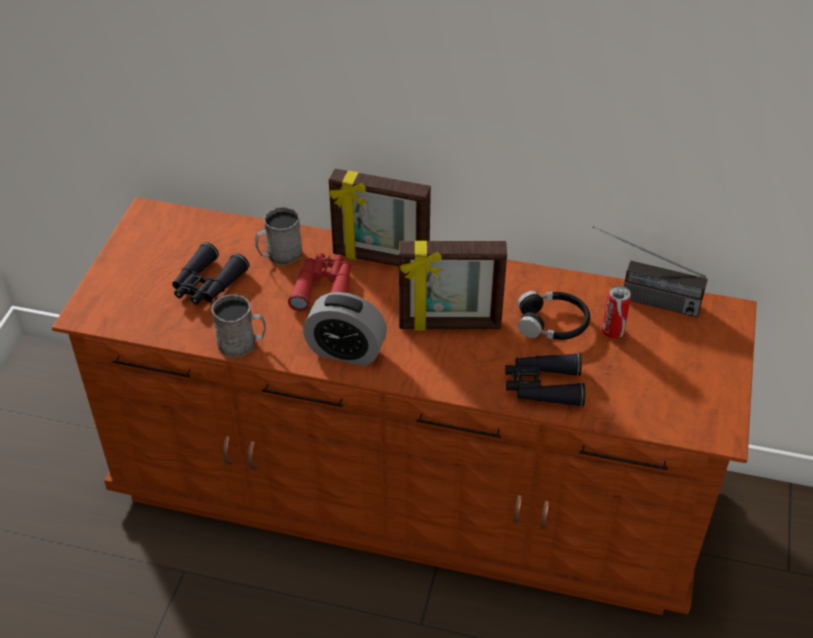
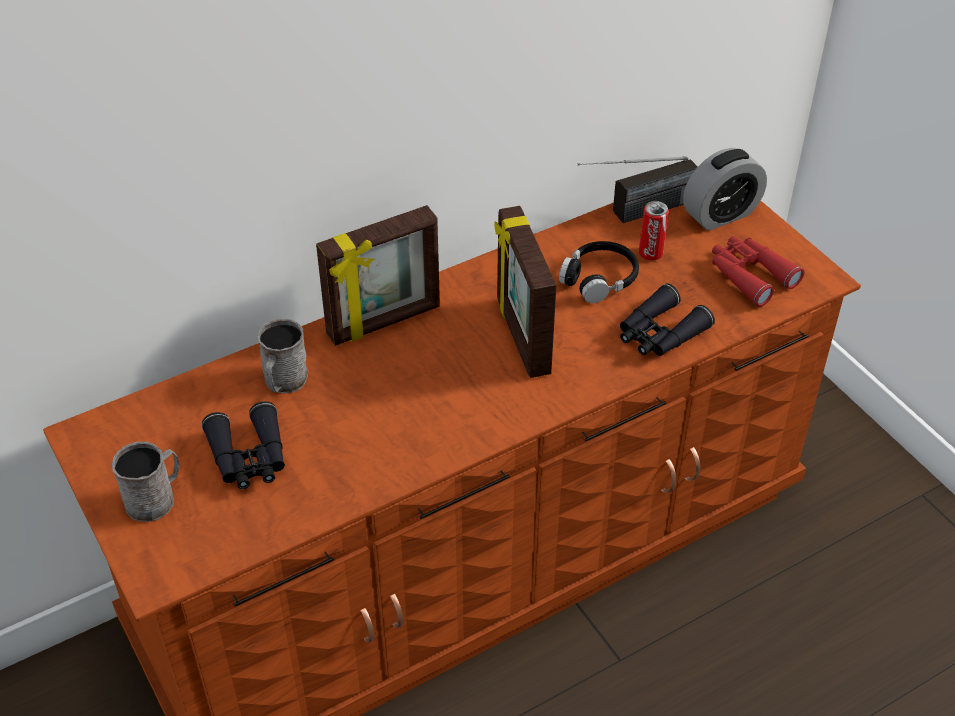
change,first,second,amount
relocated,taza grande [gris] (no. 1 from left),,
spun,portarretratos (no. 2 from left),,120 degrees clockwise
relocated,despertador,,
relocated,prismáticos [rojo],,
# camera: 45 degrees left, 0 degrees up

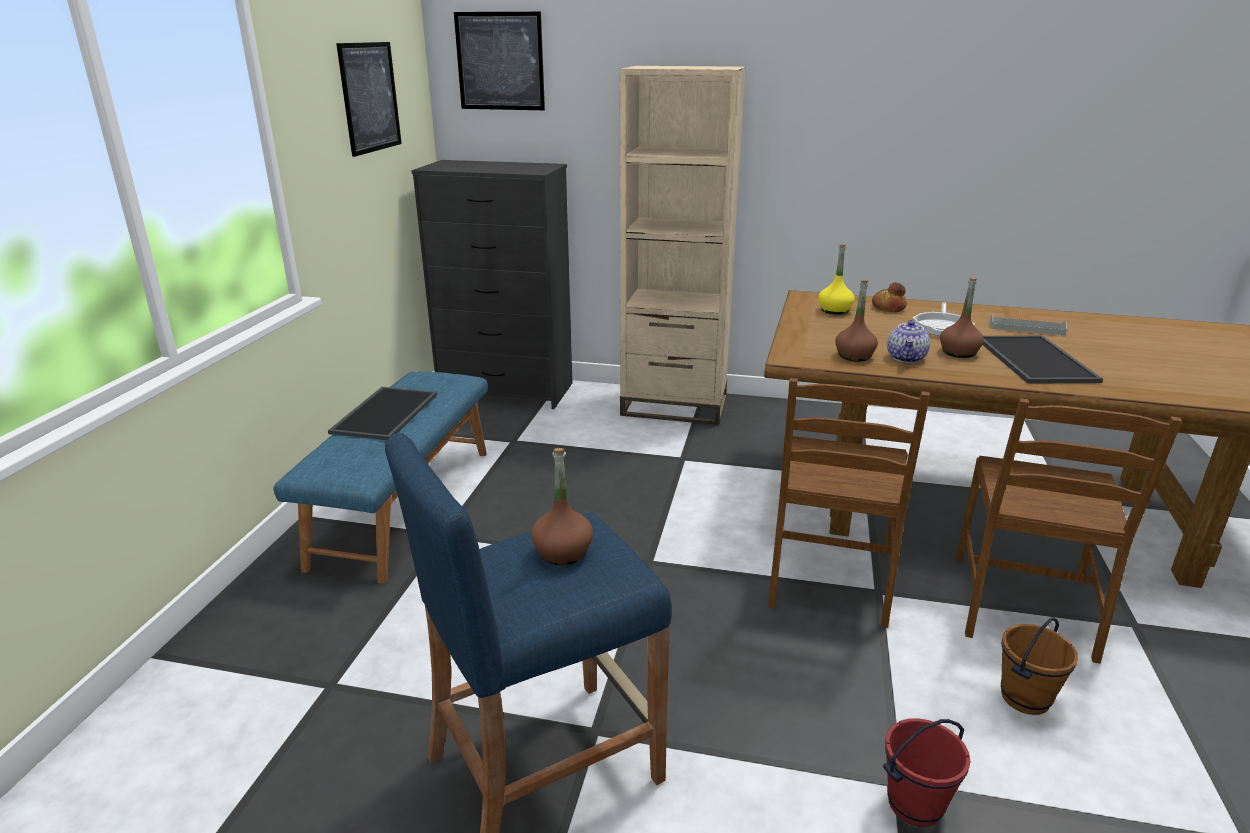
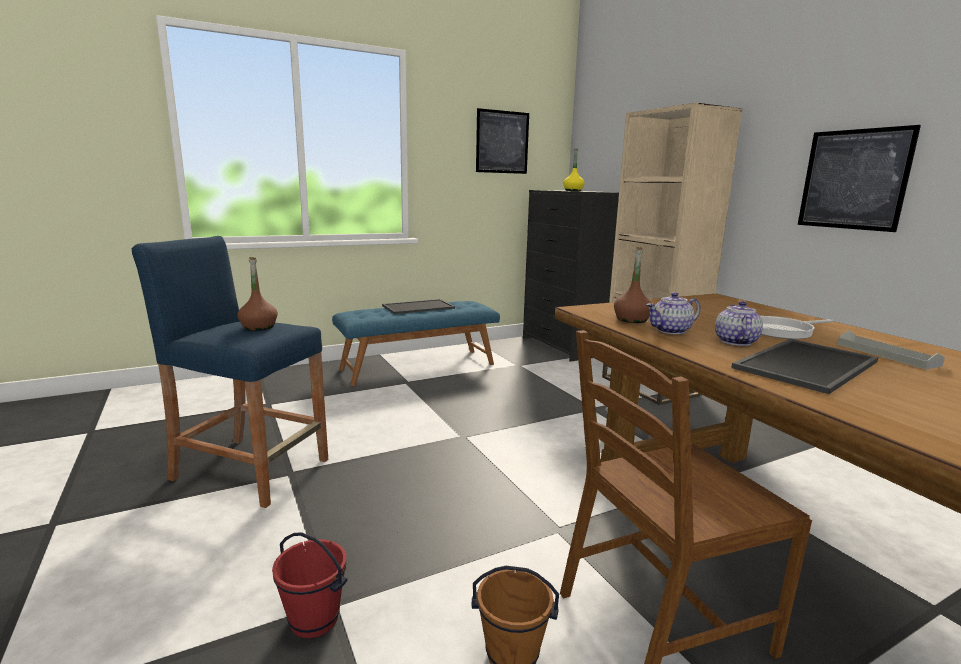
change,first,second,amount
relocated,botella [amarillo],,
exchanged,botella [marrón] (no. 3 from left),tetera (no. 2 from left),
relocated,cuadro (no. 2 from left),,
missing,silla [marrón] (no. 1 from left),,
missing,pan,,
# camera: 50 degrees right, 10 degrees down

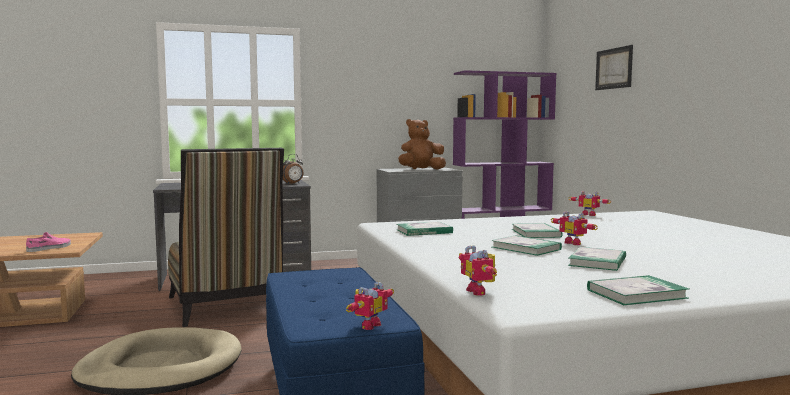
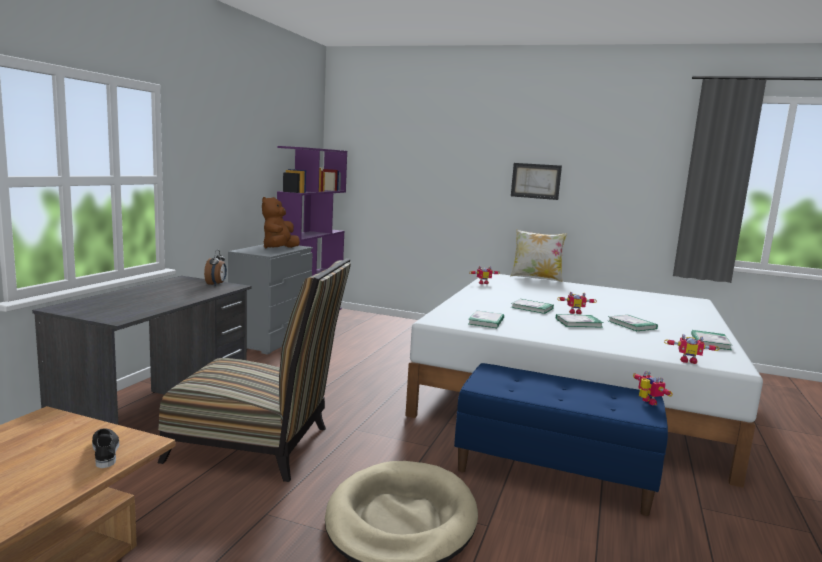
change,first,second,amount
colour,zapato [rosa],zapato [negro],
appeared,,cojín,
relocated,cuadro,,
# camera: 55 degrees left, 5 degrees up

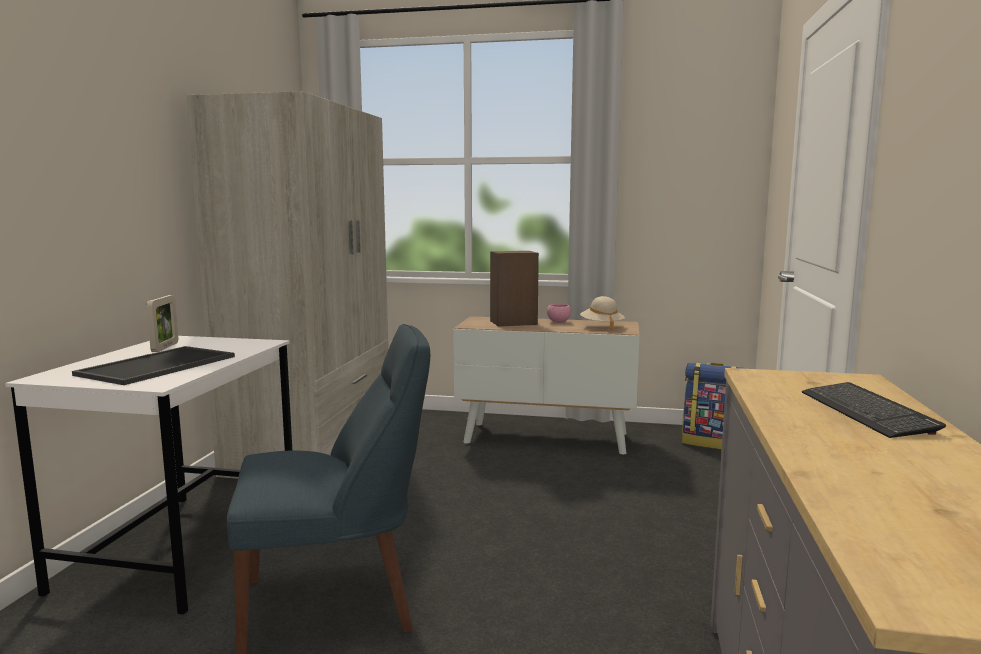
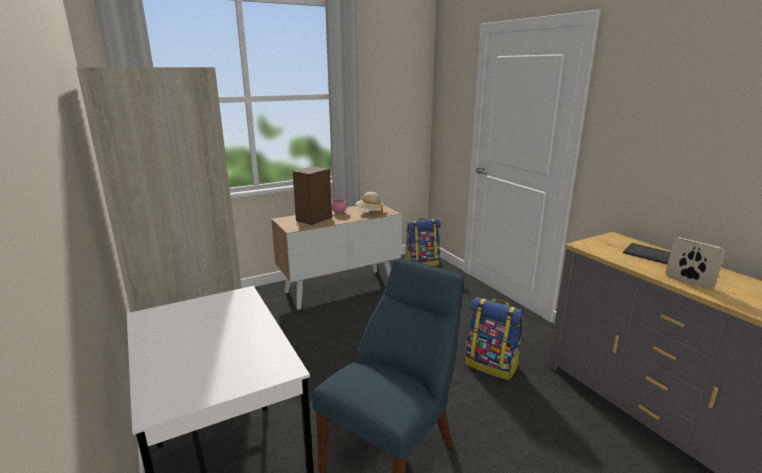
change,first,second,amount
appeared,,mochila (no. 2 from left),
relocated,portarretratos,,
missing,bandeja,,
# camera: 40 degrees left, 10 degrees up

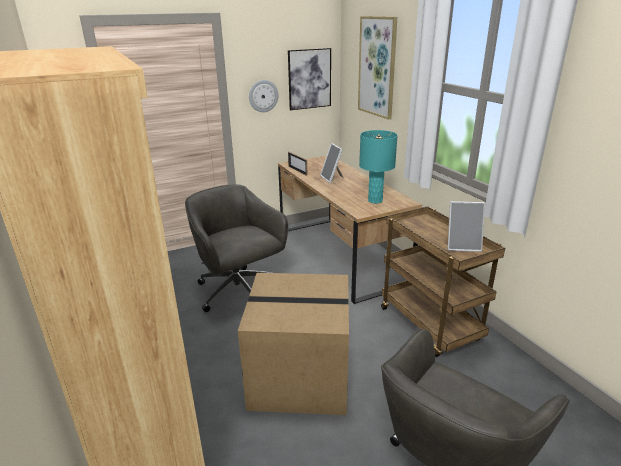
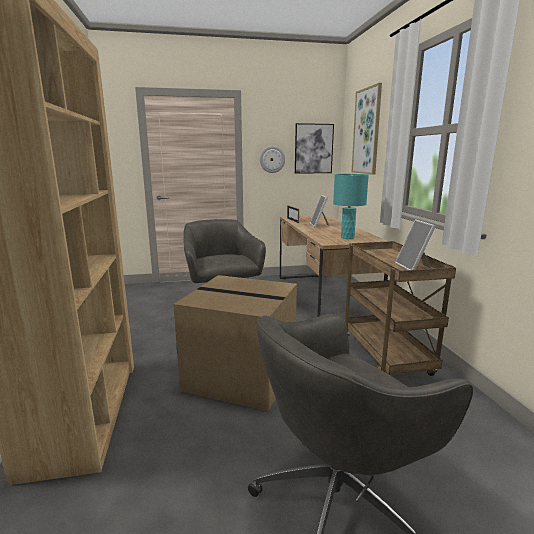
change,first,second,amount
spun,portarretratos (no. 3 from left),,60 degrees clockwise
# camera: 15 degrees right, 10 degrees down

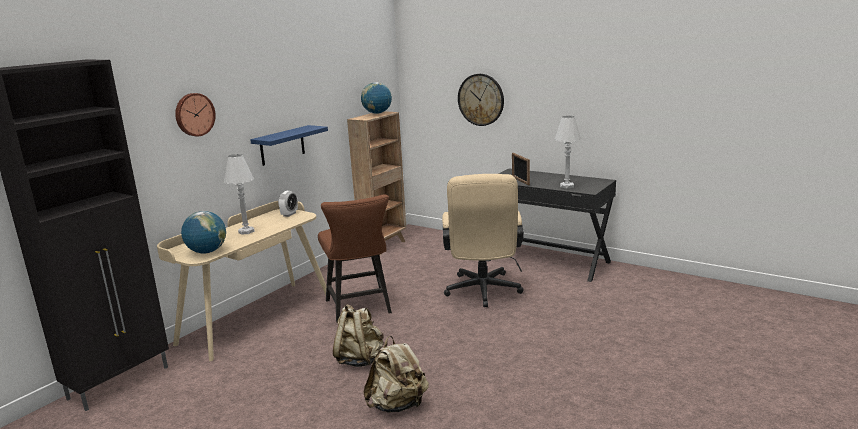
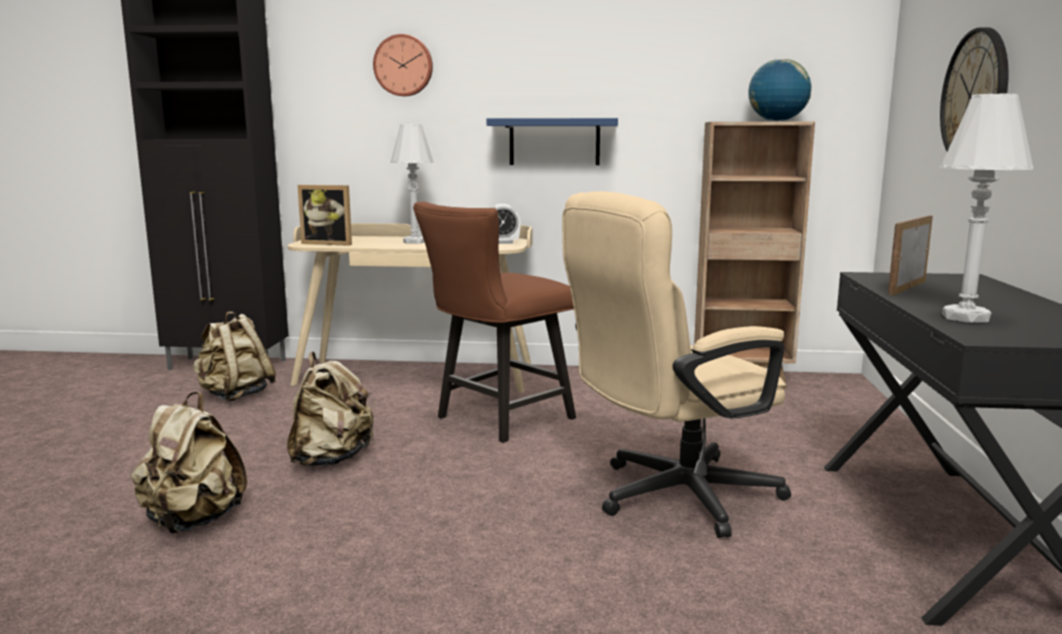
change,first,second,amount
appeared,,mochila [beis] (no. 2 from left),
exchanged,globo terráqueo (no. 1 from left),portarretratos (no. 1 from left),
# camera: 60 degrees right, 5 degrees down

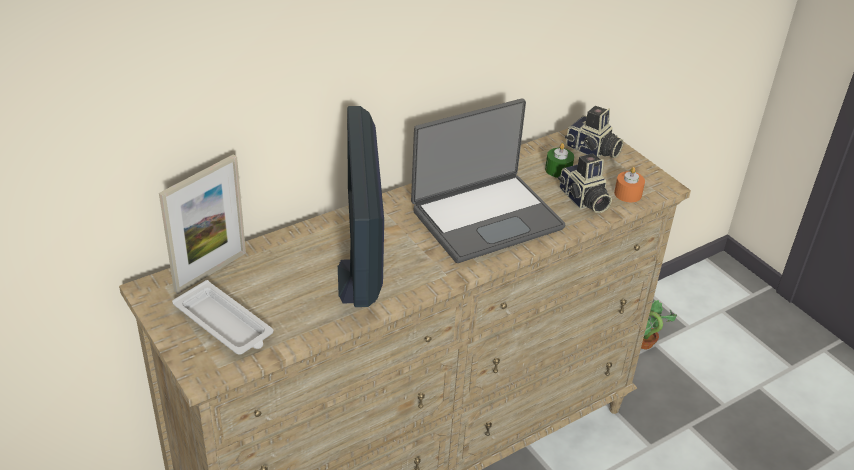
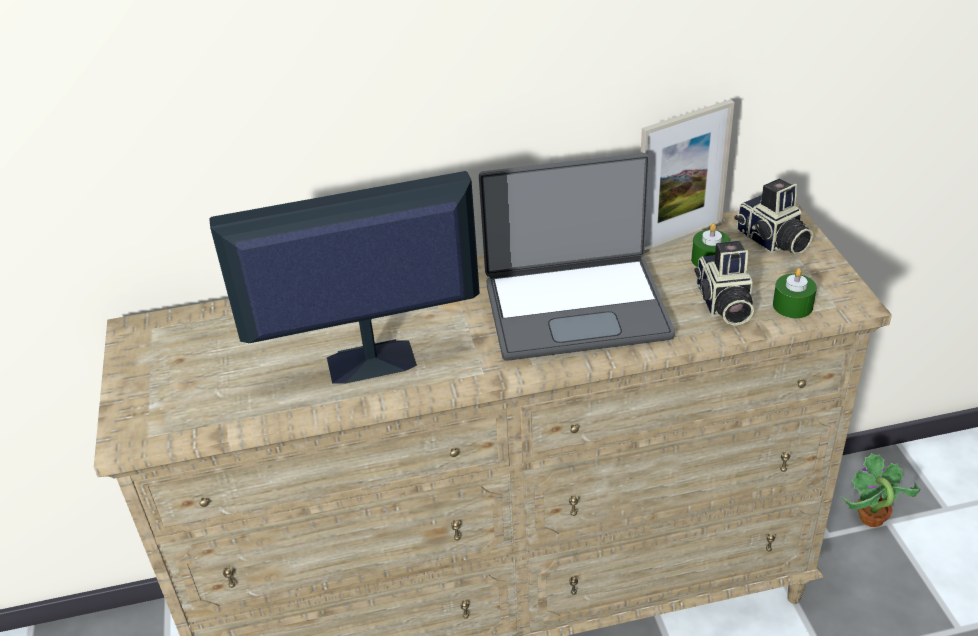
change,first,second,amount
spun,monitor,,60 degrees clockwise
relocated,portarretratos,,
colour,vela [naranja],vela [verde] (no. 2 from left),
missing,bandeja [blanco],,
# camera: 25 degrees right, 0 degrees up

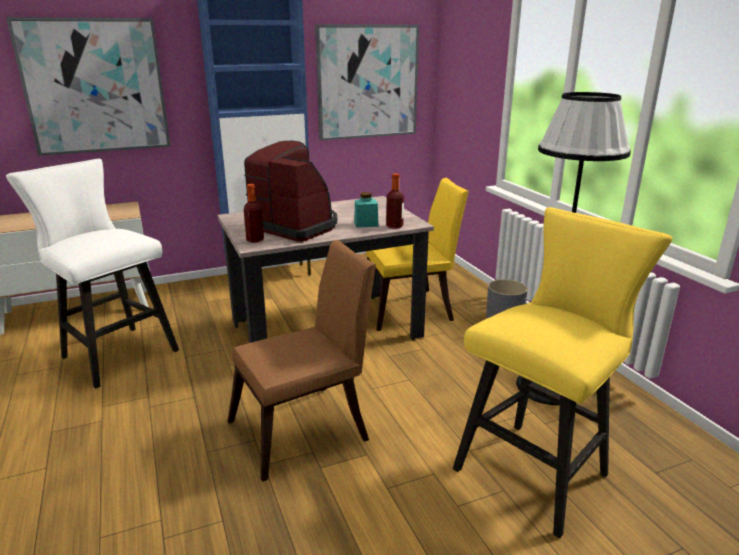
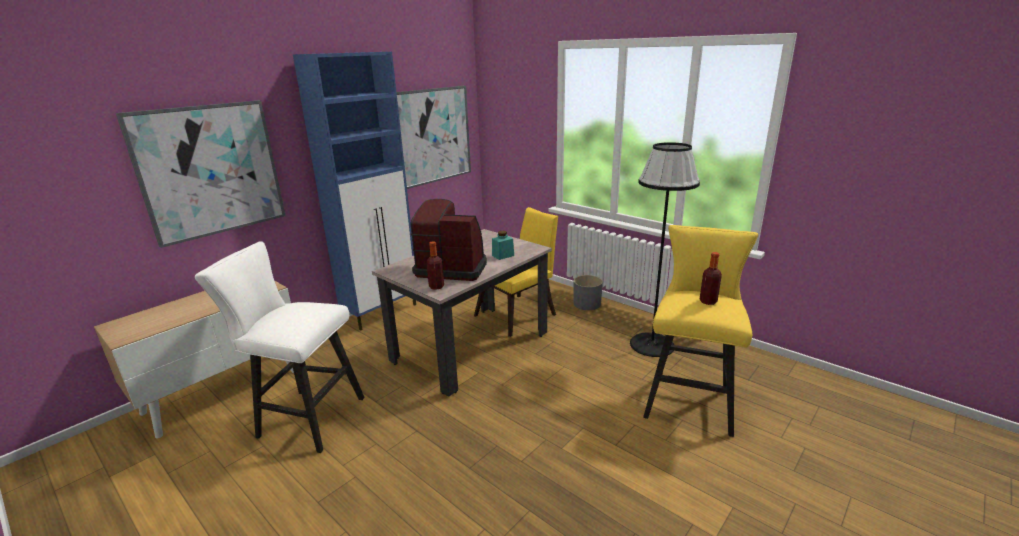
change,first,second,amount
relocated,botella (no. 2 from left),,
missing,silla [marrón],,
# camera: 25 degrees left, 0 degrees up

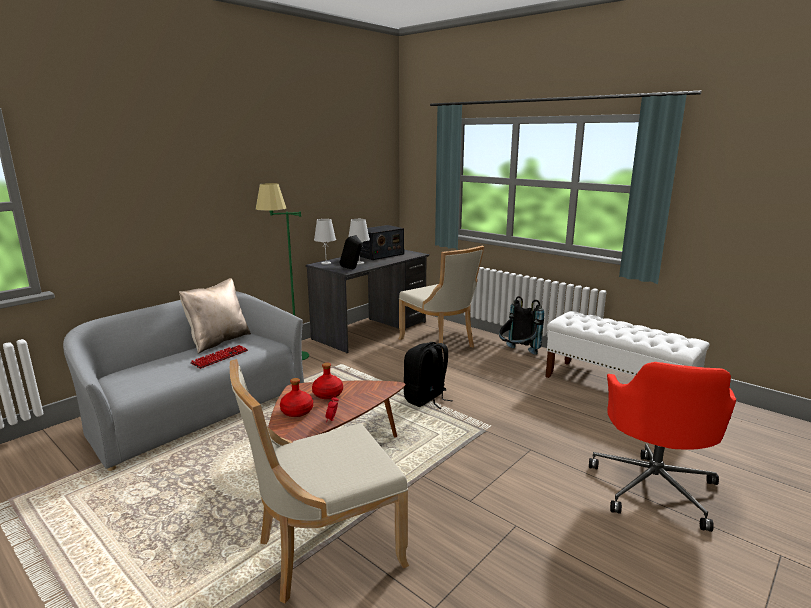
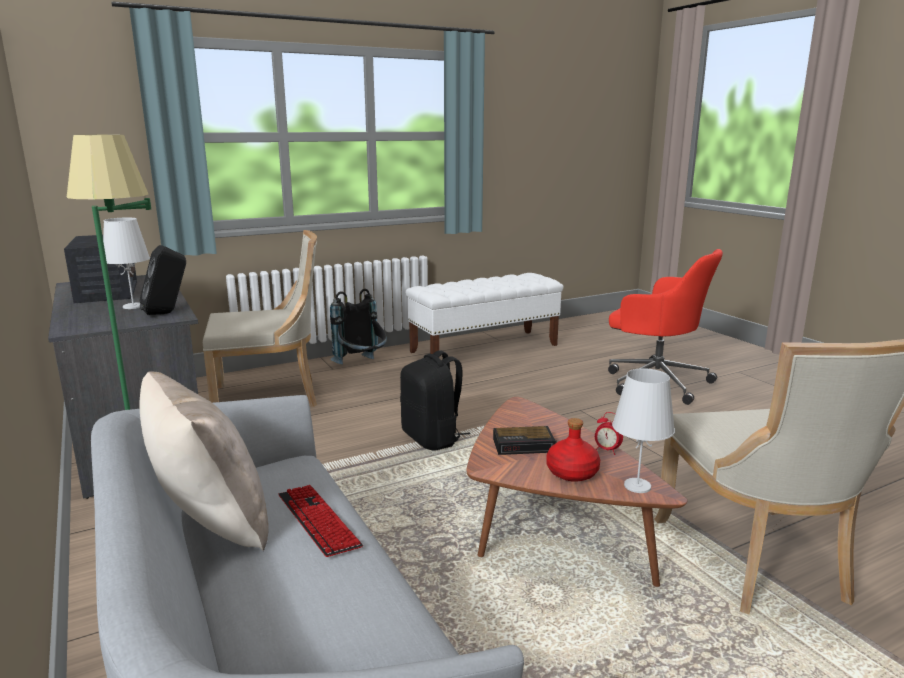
change,first,second,amount
exchanged,botella [rojo] (no. 2 from left),despertador (no. 1 from left),
relocated,lámpara de mesa [blanco] (no. 1 from left in the first image),lámpara de mesa [blanco] (no. 2 from left),
# camera: 70 degrees left, 0 degrees up

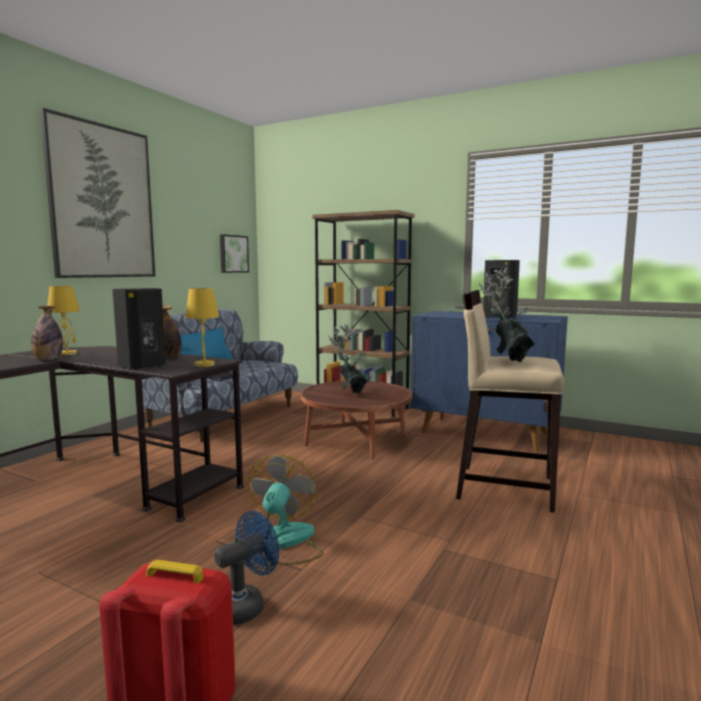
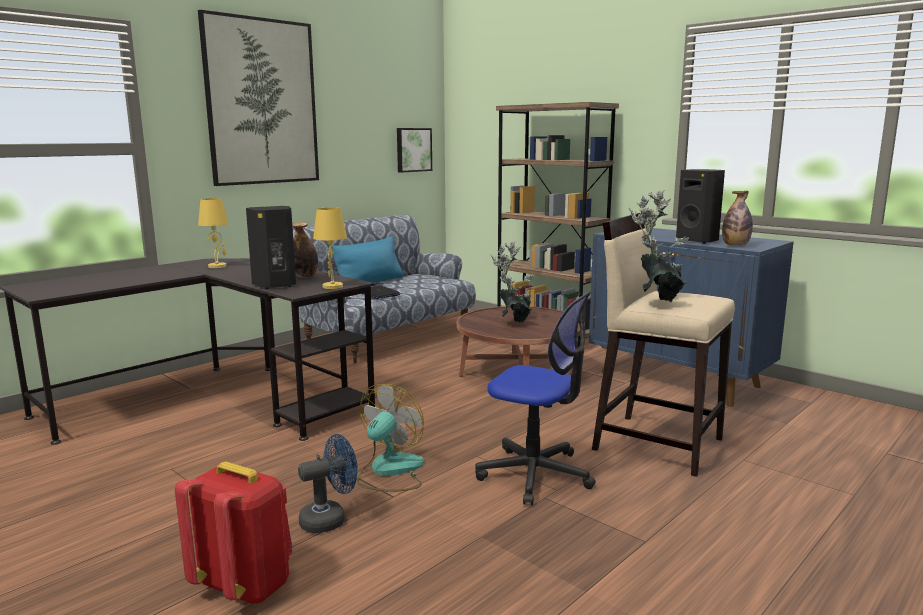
change,first,second,amount
appeared,,silla de oficina,
relocated,botella (no. 1 from left in the first image),botella (no. 2 from left),
# camera: 15 degrees right, 5 degrees up

